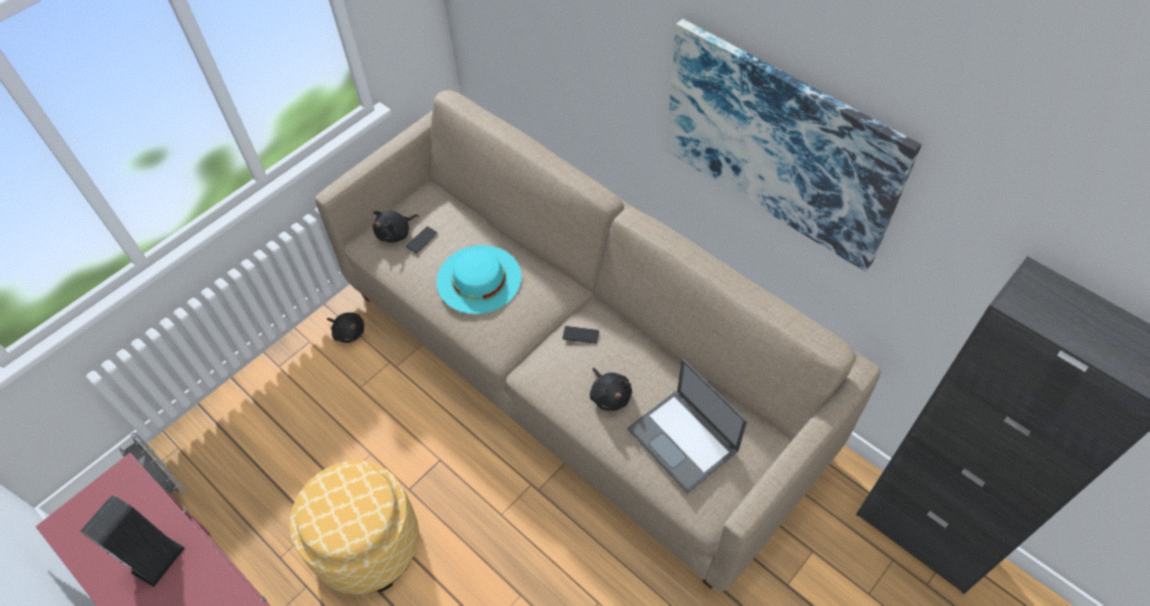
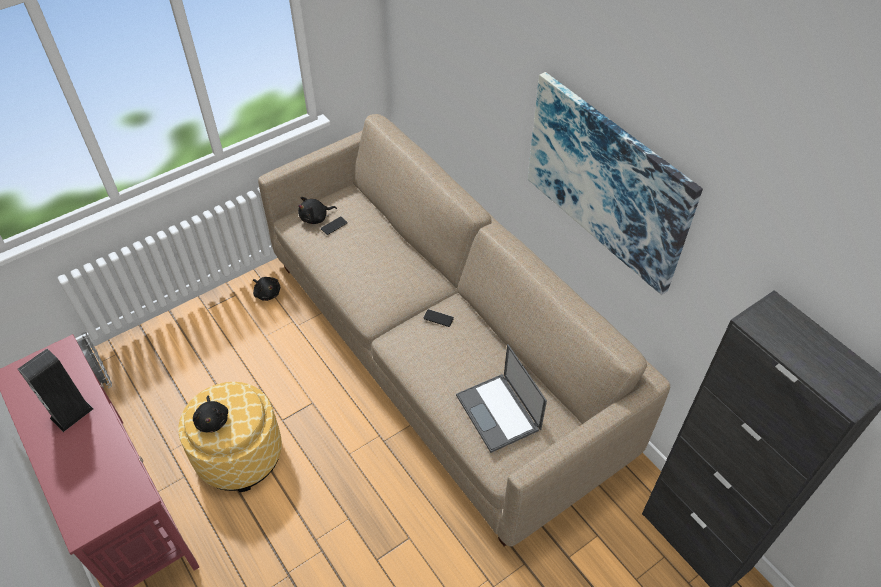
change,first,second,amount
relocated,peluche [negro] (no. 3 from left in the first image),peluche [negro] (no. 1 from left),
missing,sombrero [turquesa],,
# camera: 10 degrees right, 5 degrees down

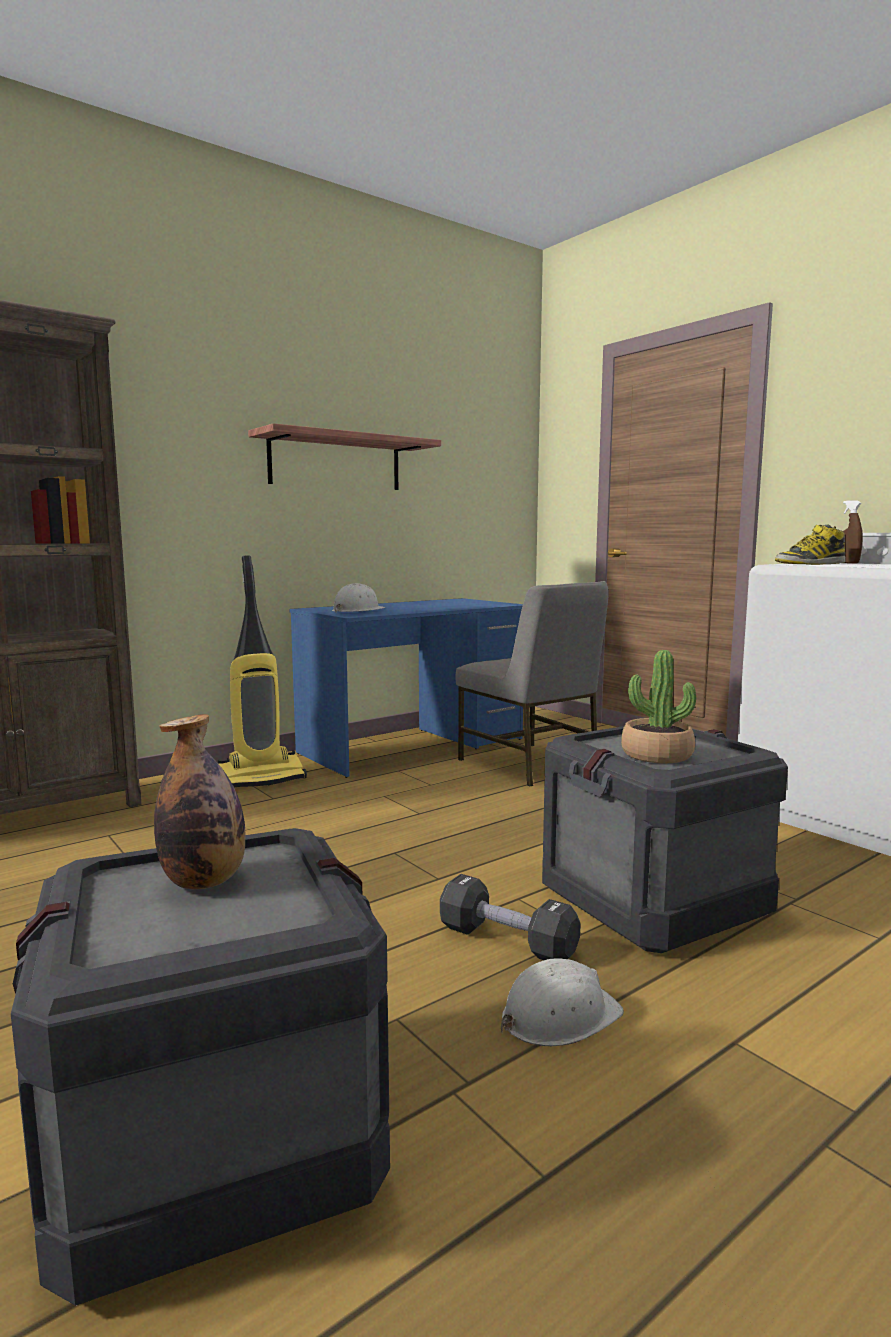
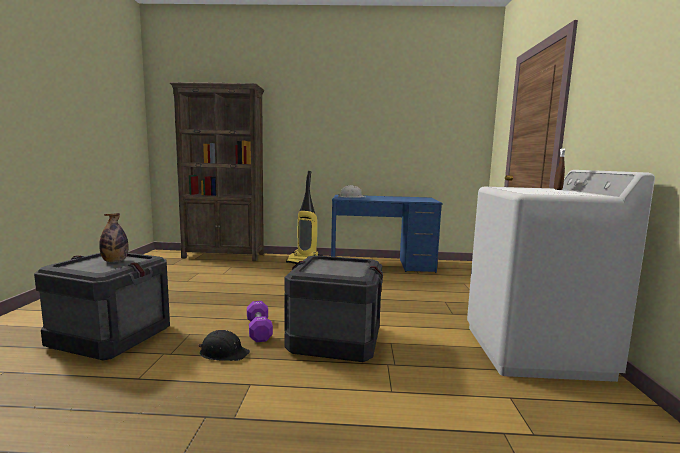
change,first,second,amount
colour,casco [blanco] (no. 2 from left),casco [negro],
colour,mancuerna [negro],mancuerna [morado],
missing,estante,,
missing,silla [gris],,
missing,planta en maceta,,
missing,bota,,
# camera: 40 degrees right, 0 degrees up

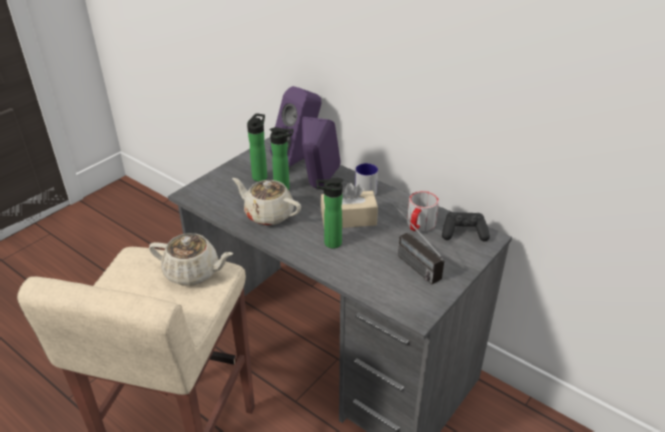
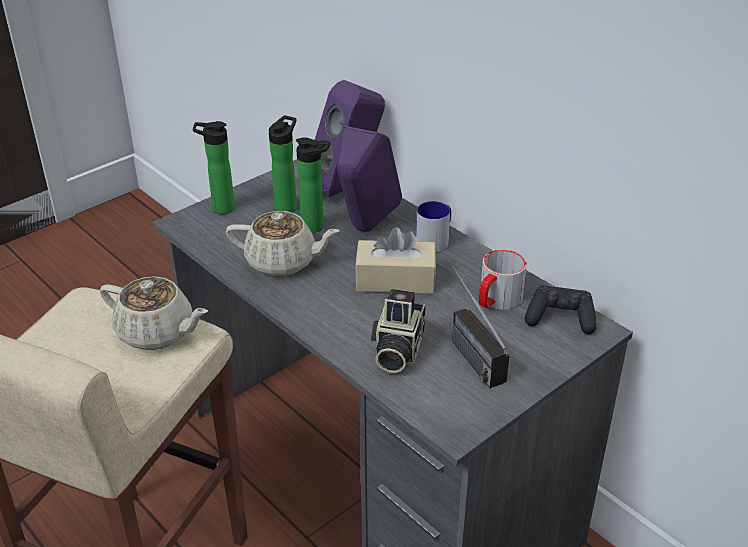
change,first,second,amount
relocated,botella (no. 3 from left in the first image),botella (no. 1 from left),
spun,tetera [beis] (no. 2 from left),,150 degrees clockwise
appeared,,cámara,
# camera: 10 degrees right, 0 degrees up

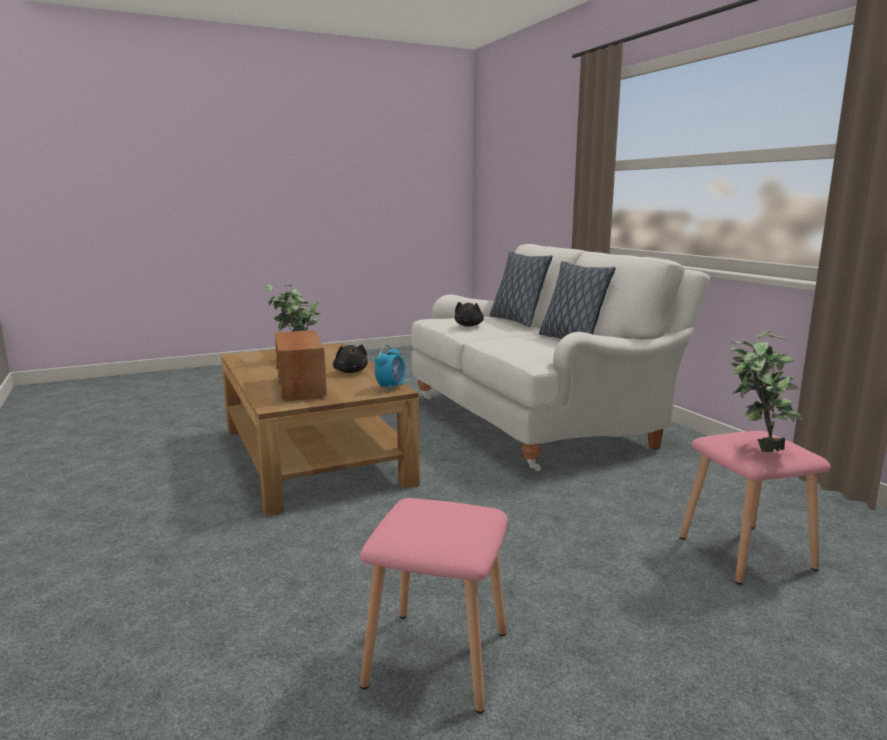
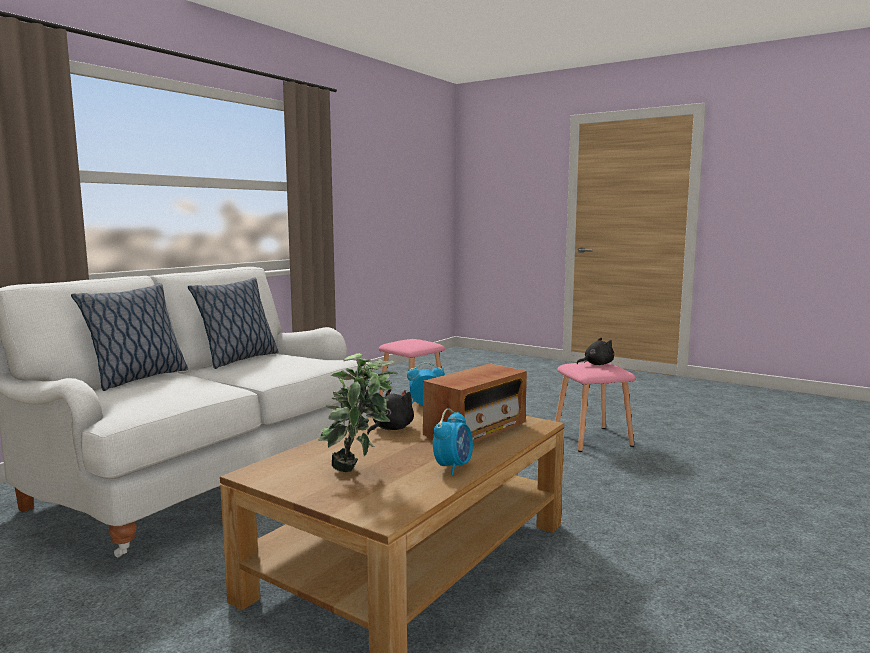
change,first,second,amount
appeared,,despertador (no. 2 from left),
relocated,peluche [negro] (no. 2 from left),,
missing,planta en maceta (no. 2 from left),,
# camera: 120 degrees left, 5 degrees down

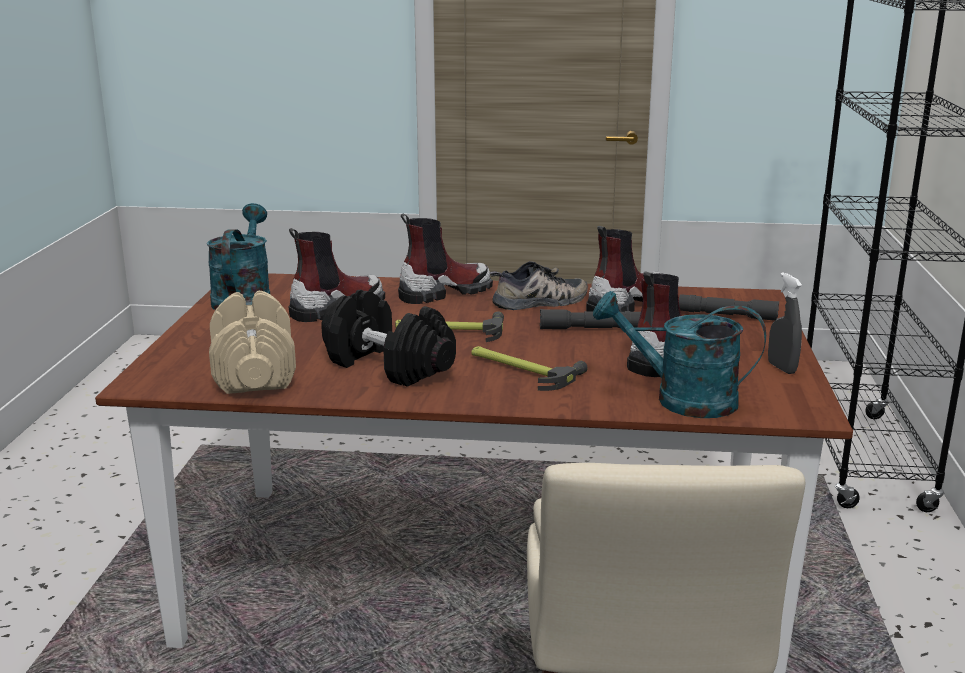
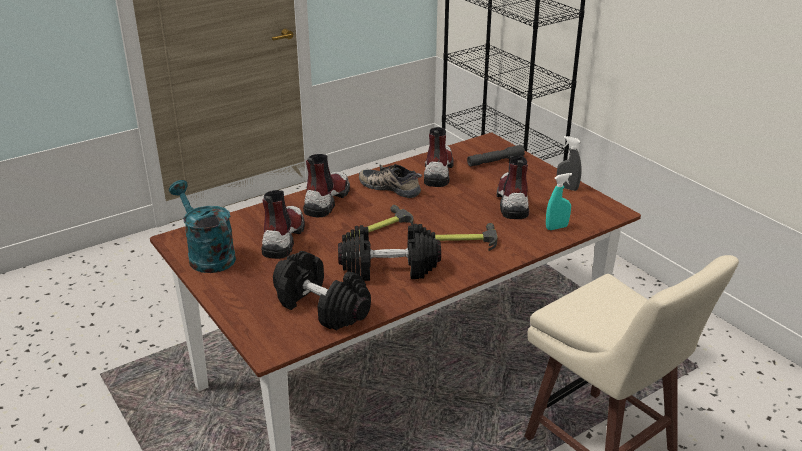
change,first,second,amount
colour,mancuerna [beis],mancuerna [negro] (no. 1 from left),
spun,zapato,,90 degrees counterclockwise
exchanged,regadera [turquesa] (no. 2 from left),pulverizador [turquesa],
missing,linterna [gris] (no. 1 from left),,
# camera: 40 degrees left, 10 degrees up

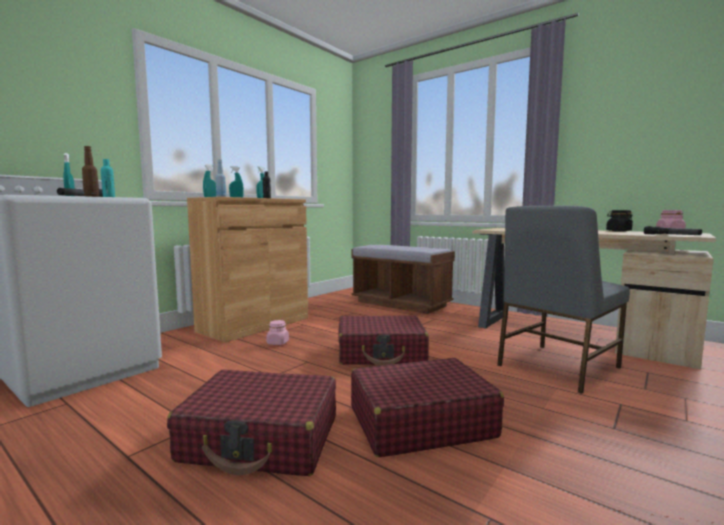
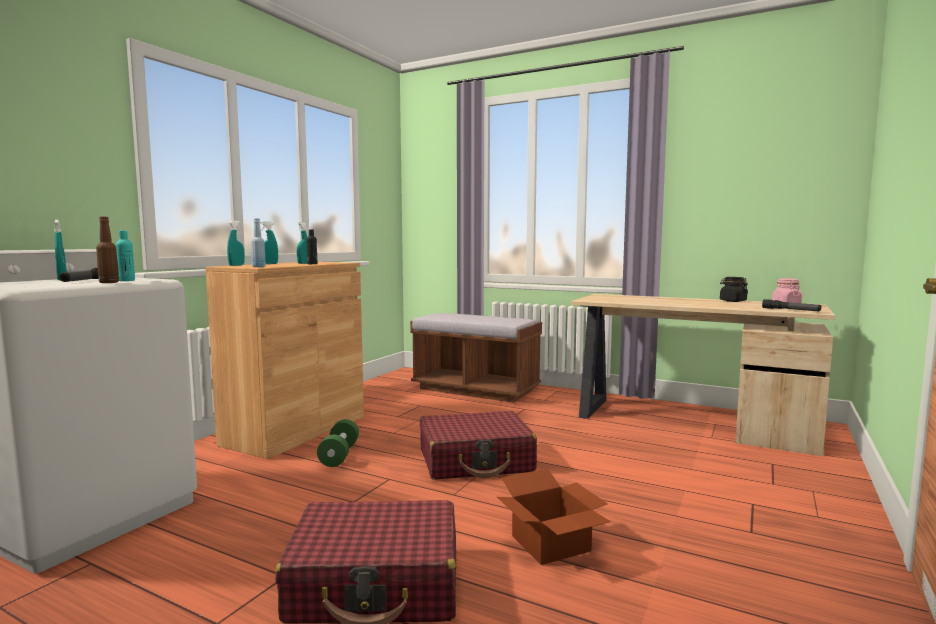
change,first,second,amount
exchanged,tarro [rosa] (no. 1 from left),mancuerna [verde],
exchanged,maleta [rojo] (no. 3 from left),caja de cartón,
missing,silla [gris],,
# camera: 10 degrees left, 0 degrees up

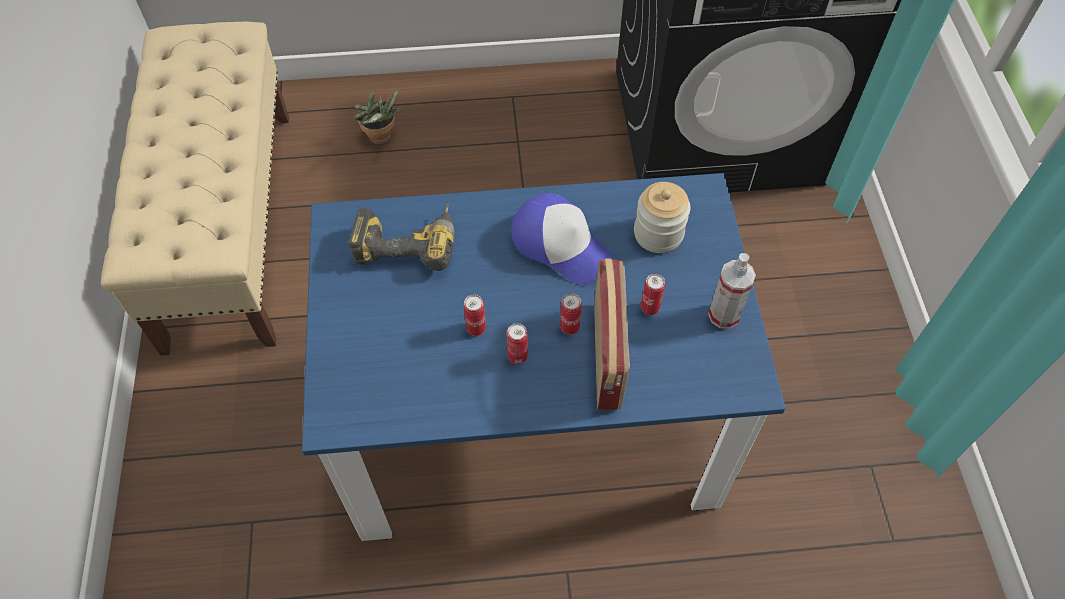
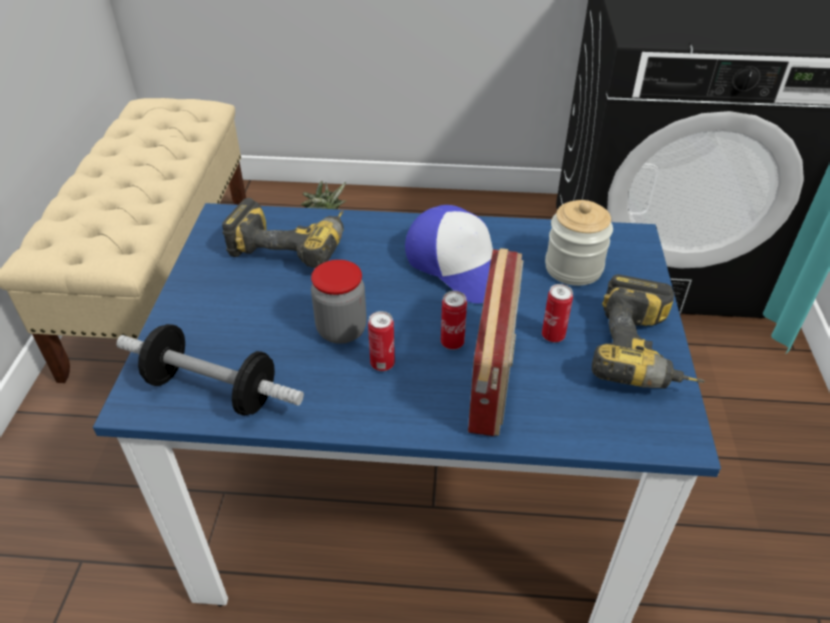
change,first,second,amount
appeared,,mancuerna,
exchanged,lata (no. 1 from left),tarro (no. 1 from left),
exchanged,pulverizador,taladro (no. 2 from left),
# camera: 10 degrees right, 15 degrees down

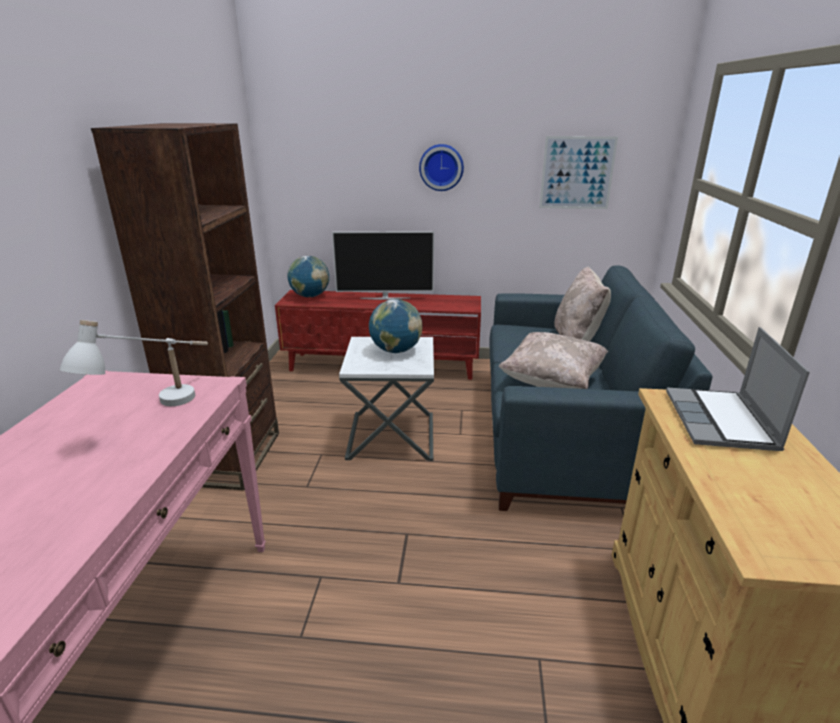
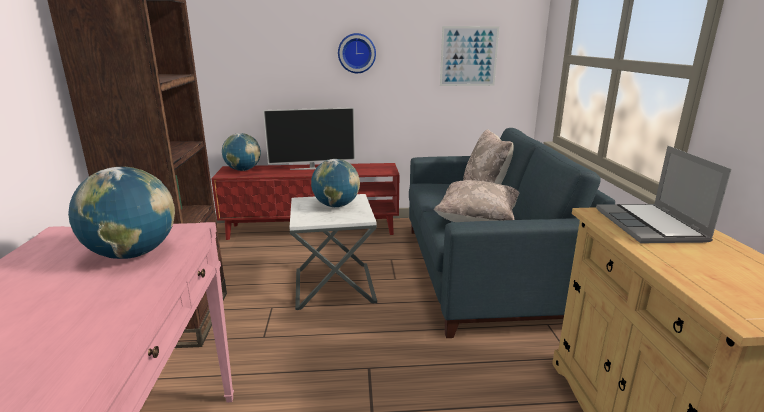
change,first,second,amount
exchanged,lámpara de mesa [blanco],globo terráqueo (no. 1 from left),
# camera: 10 degrees left, 5 degrees down

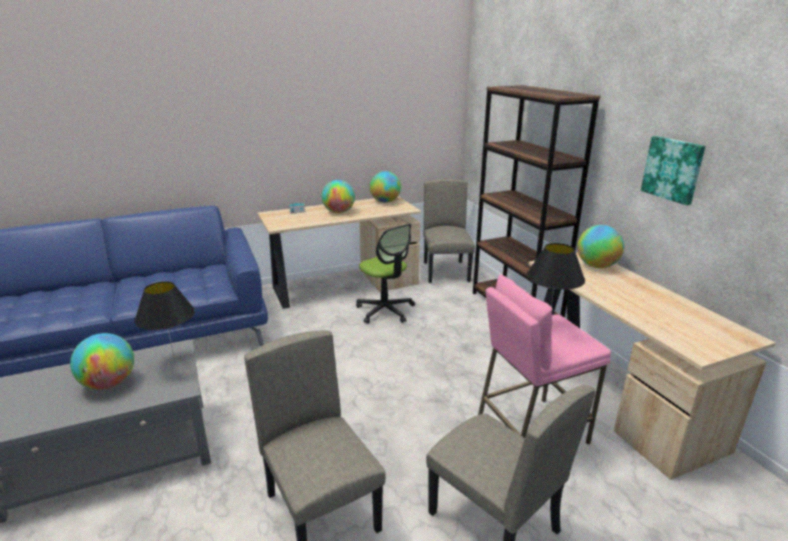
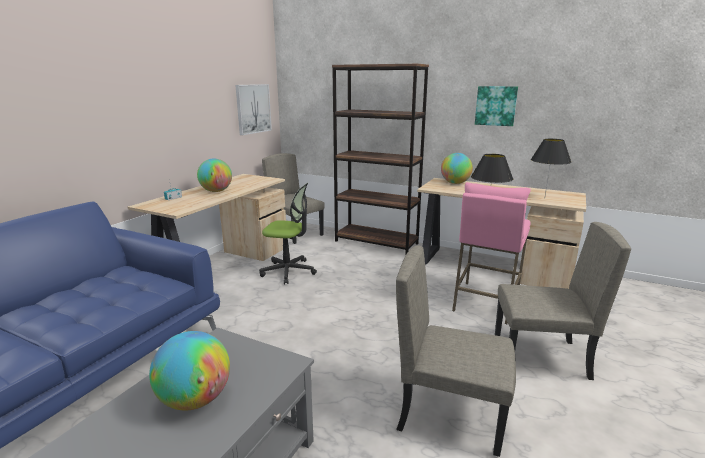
change,first,second,amount
appeared,,cuadro (no. 1 from left),
relocated,lámpara de mesa [negro] (no. 1 from left in the first image),lámpara de mesa [negro] (no. 2 from left),
missing,globo terráqueo (no. 3 from left),,
# camera: 40 degrees left, 5 degrees down

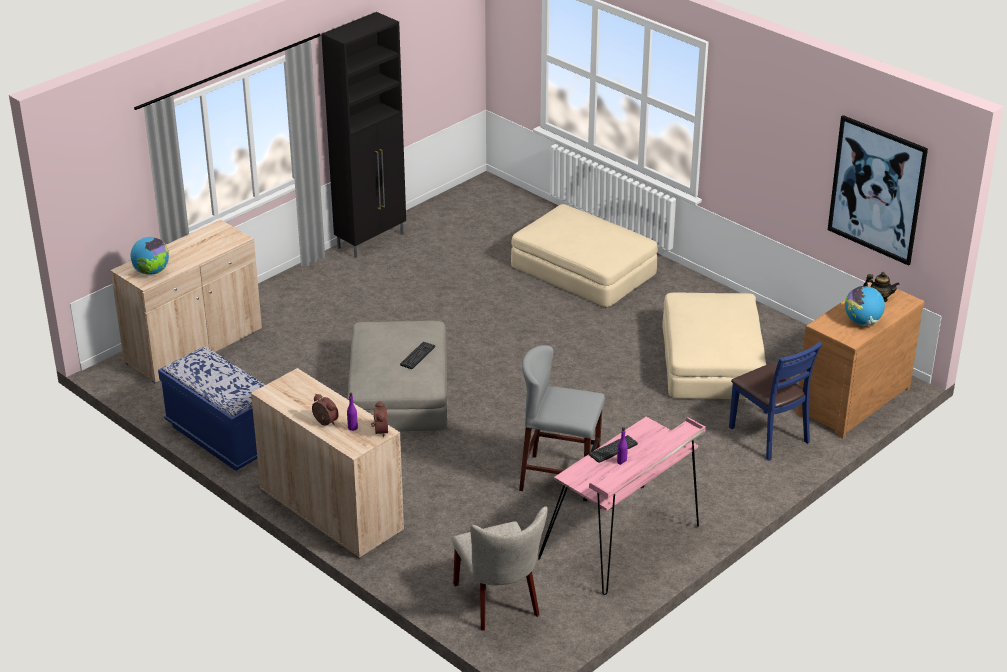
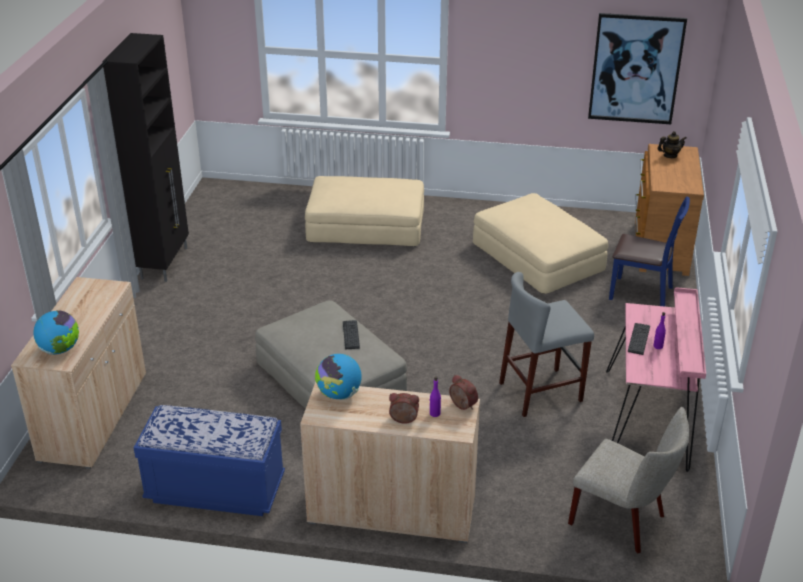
change,first,second,amount
relocated,globo terráqueo (no. 2 from left),,
# camera: 35 degrees left, 0 degrees up

